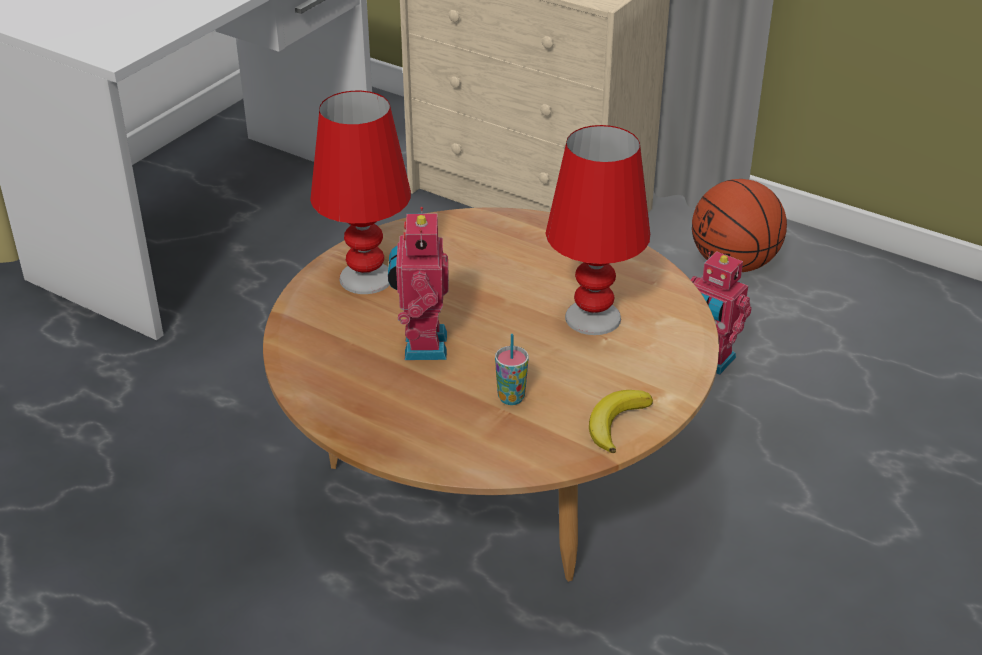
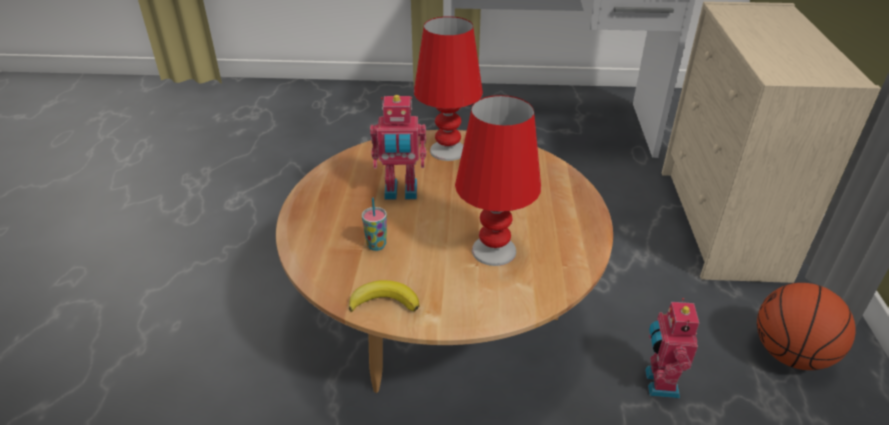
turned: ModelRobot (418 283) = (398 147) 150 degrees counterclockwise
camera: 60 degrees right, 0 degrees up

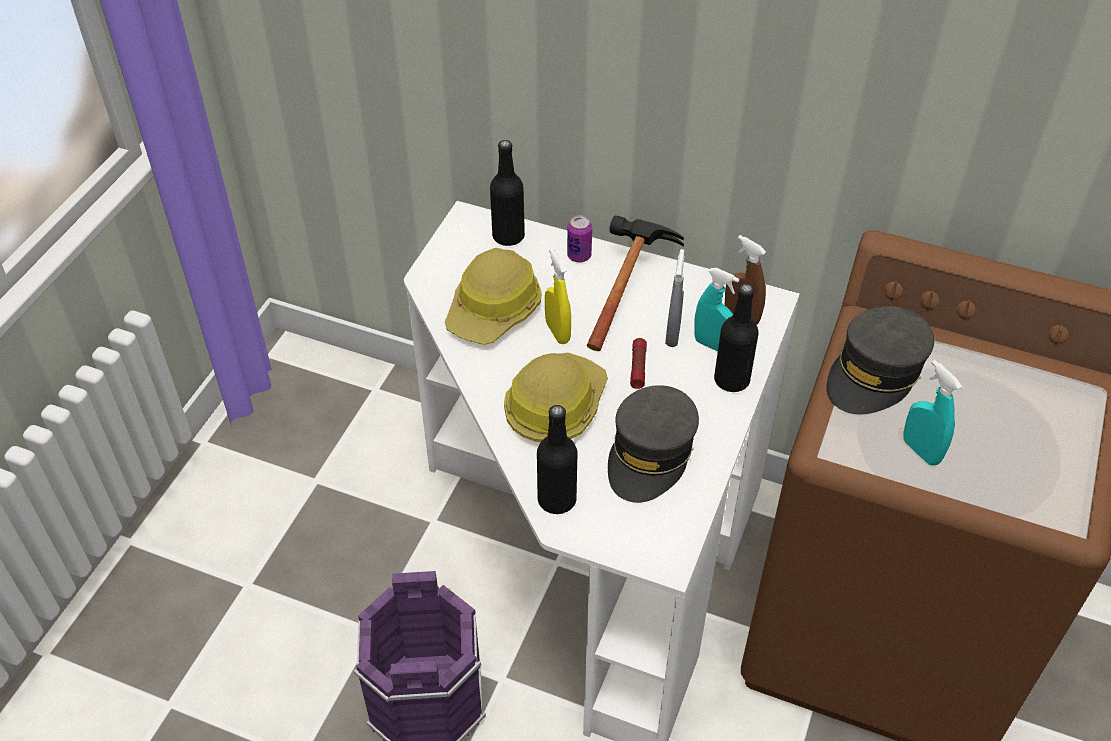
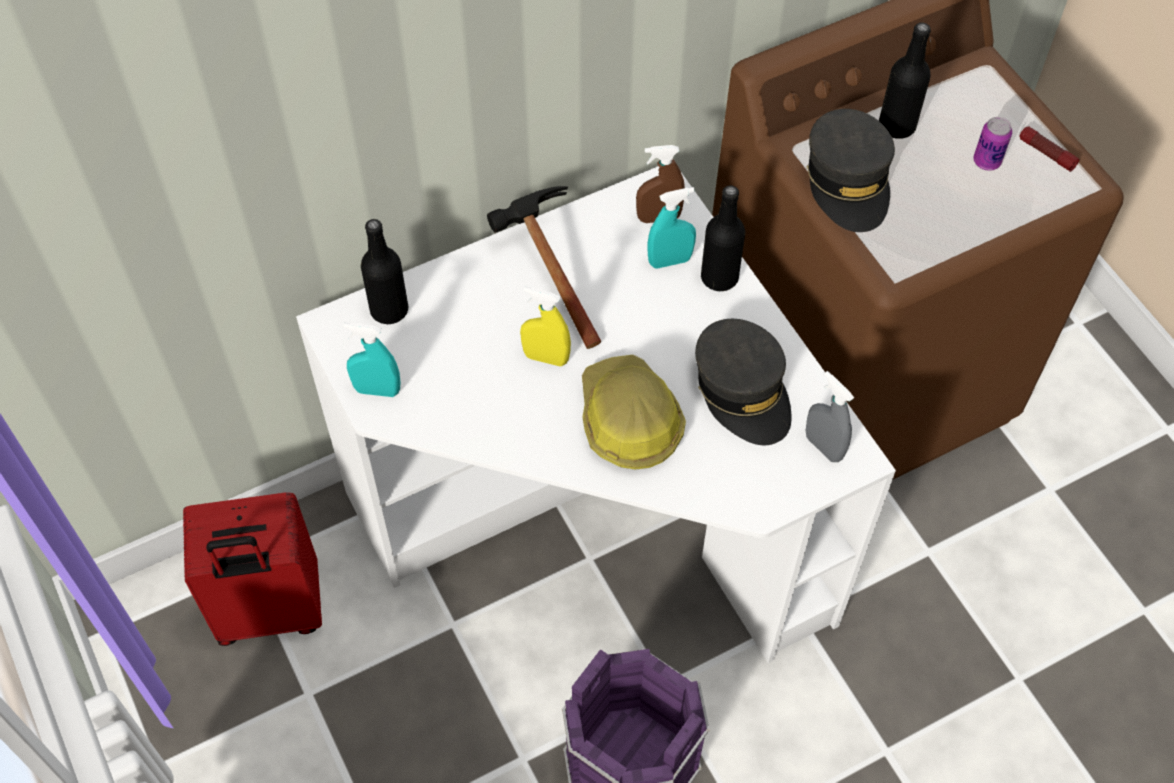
removed: HardHat (493 296)
added: RedSuitcase (252 569)
moved: BlackishDrinkBottle (557 459) to (905 81); SealedCan (579 239) to (992 144); Torch (638 363) to (1049 149); GreySprayBottle (675 298) to (830 416); TurquoiseSprayBottle (932 413) to (372 360)
camera: 50 degrees left, 10 degrees up

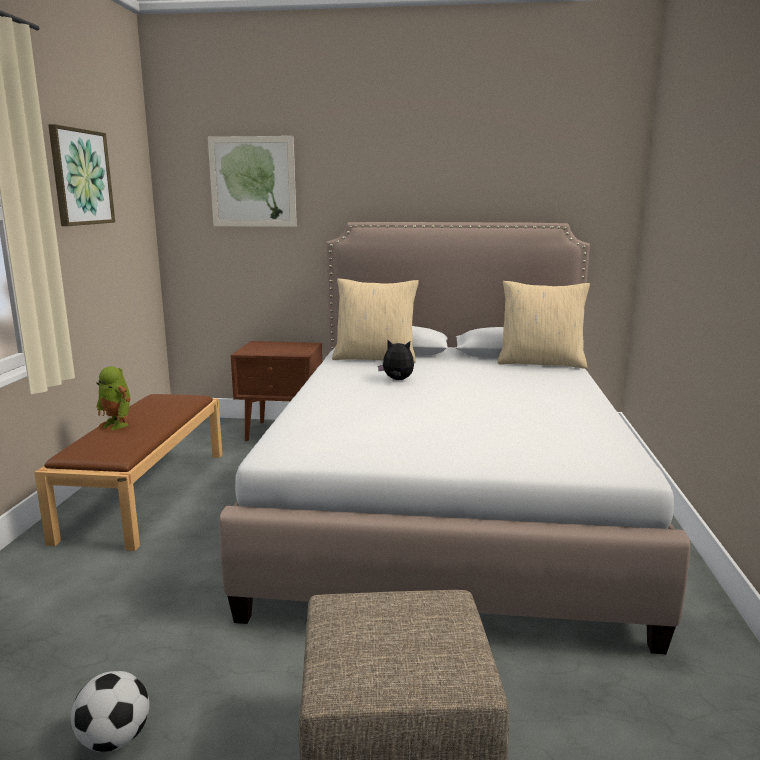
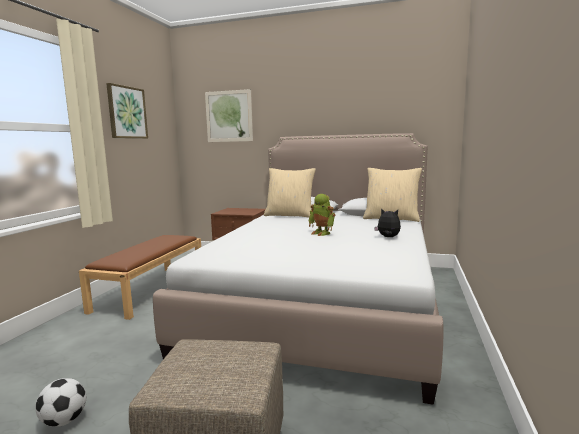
moved: ModelRobot (113 399) to (321 215); PlushToy (396 360) to (387 222)
camera: 10 degrees right, 5 degrees down

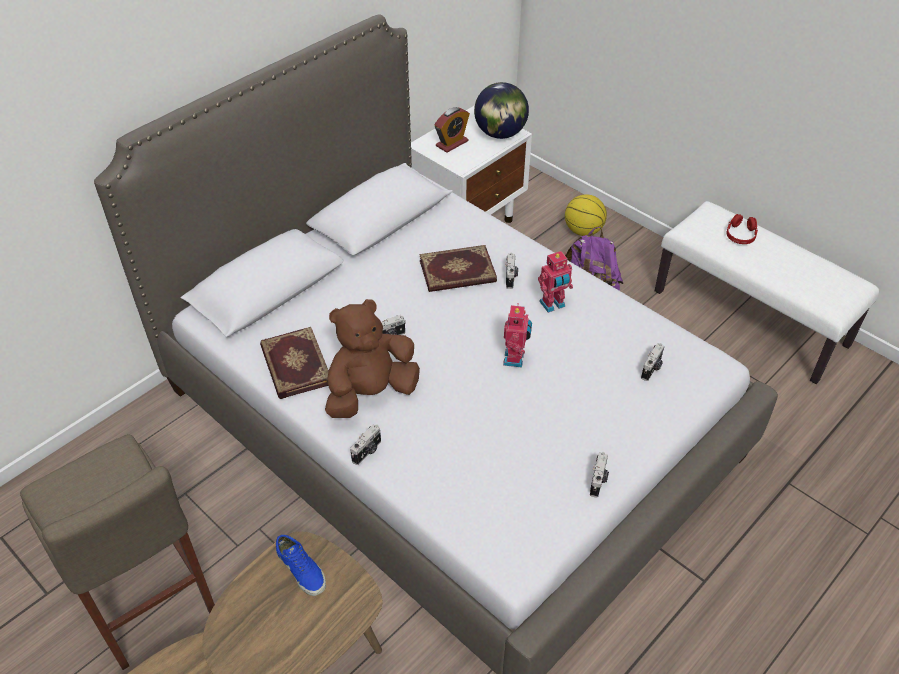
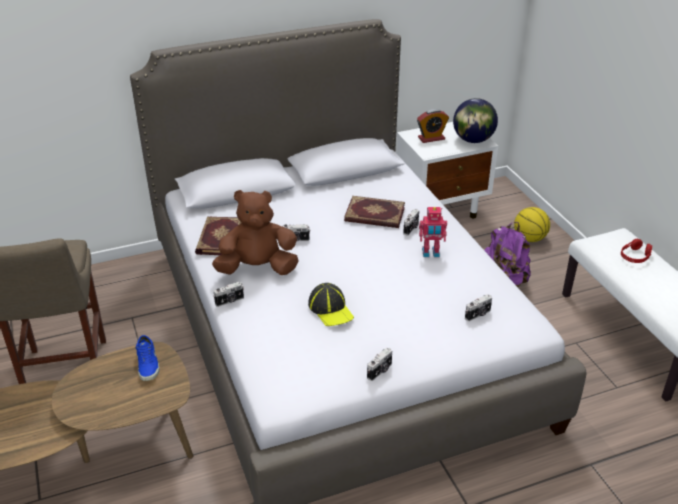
removed: ModelRobot (517 335)
added: Cap (331 304)
camera: 25 degrees right, 10 degrees down

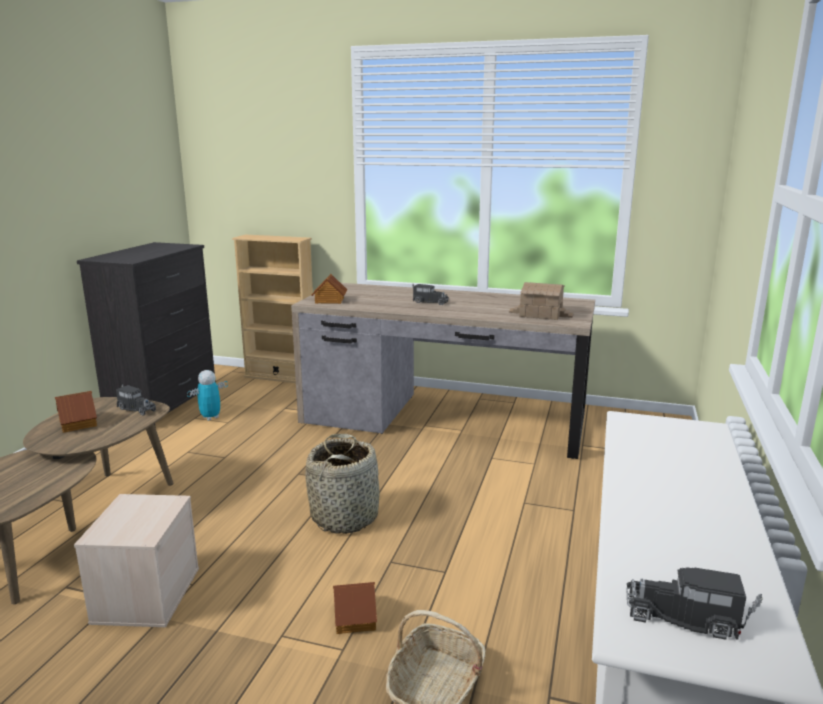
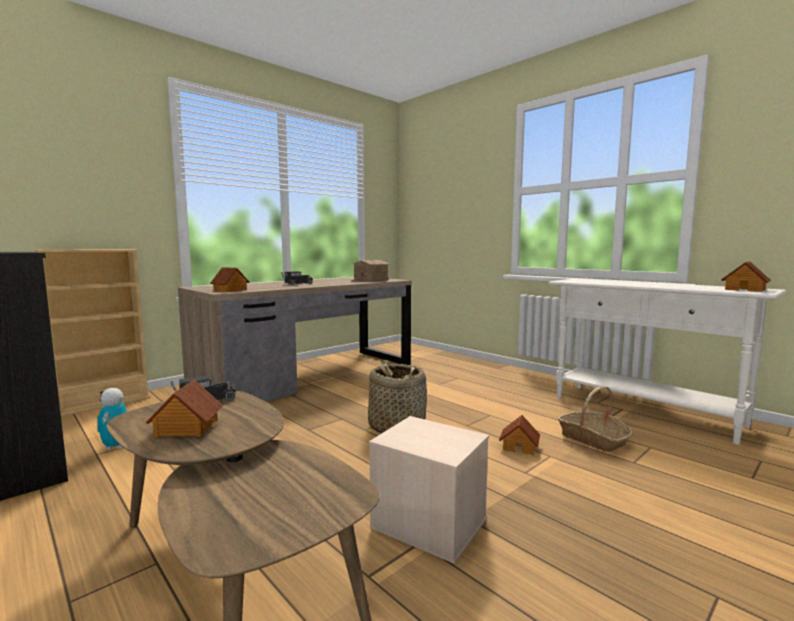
replaced: ToyLorry (694 603) to MiniatureHouse (746 277)
camera: 60 degrees left, 10 degrees down

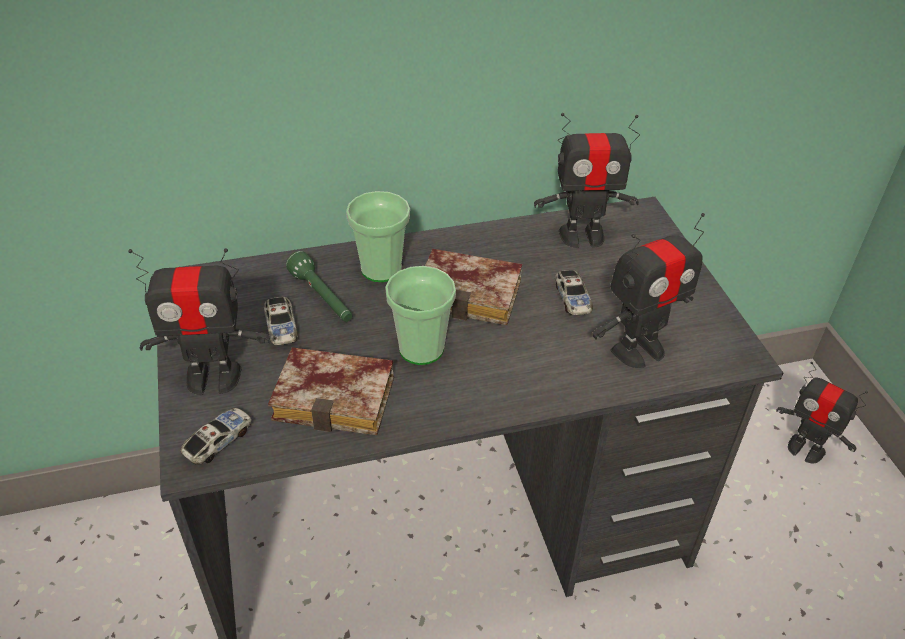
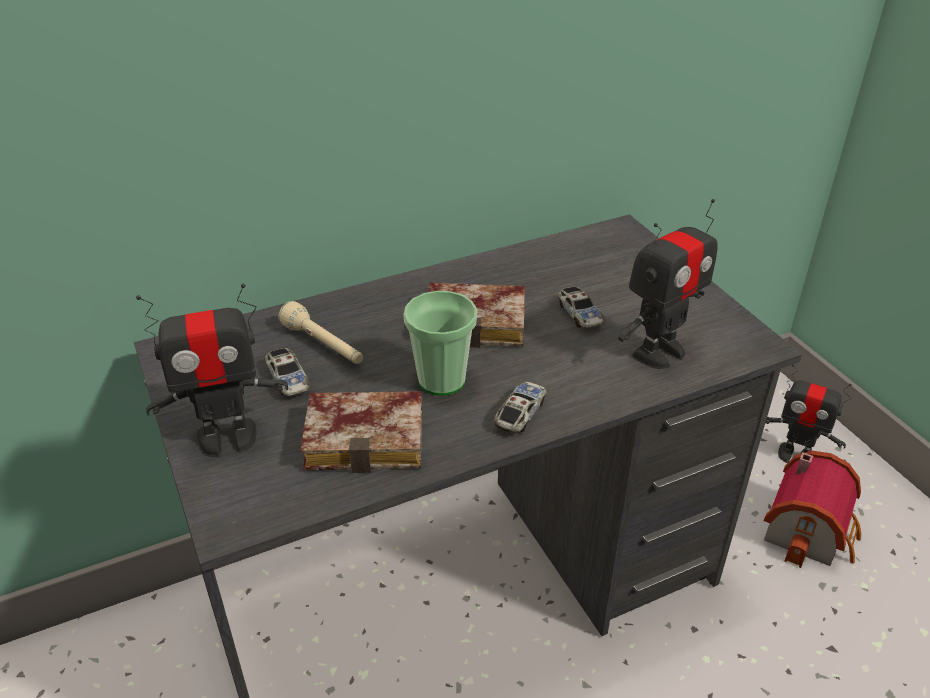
removed: DrinkingCup (378 236); ModelRobot (587 180)
added: MiniatureHouse (812 509)
moved: ModelCar (216 436) to (520 407)
recoloured: GreenishTorch (319 286) to BeigeColouredTorch (320 332)
camera: 10 degrees left, 5 degrees down

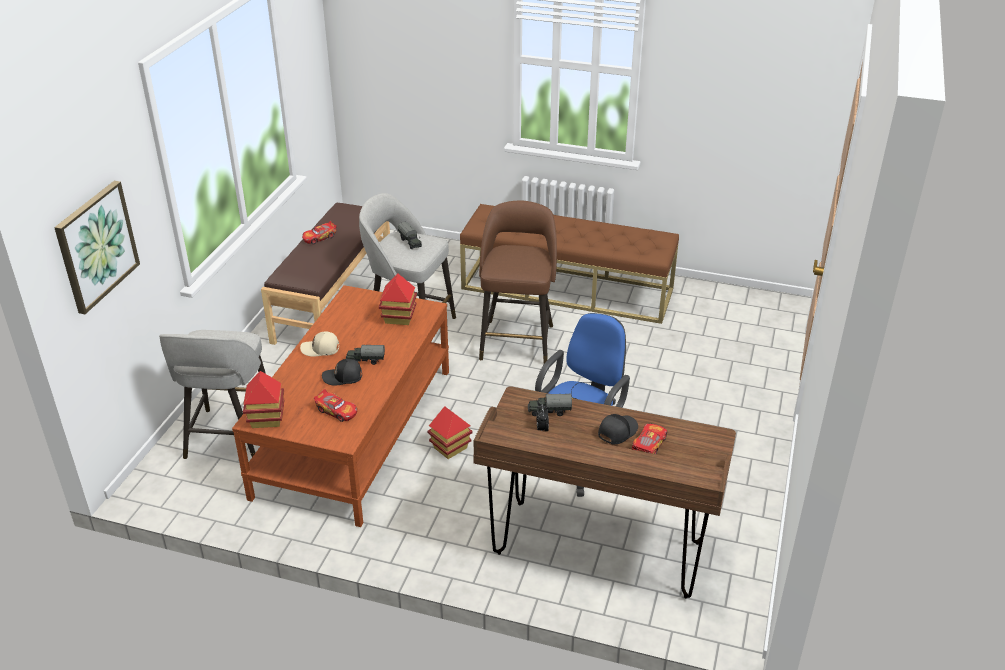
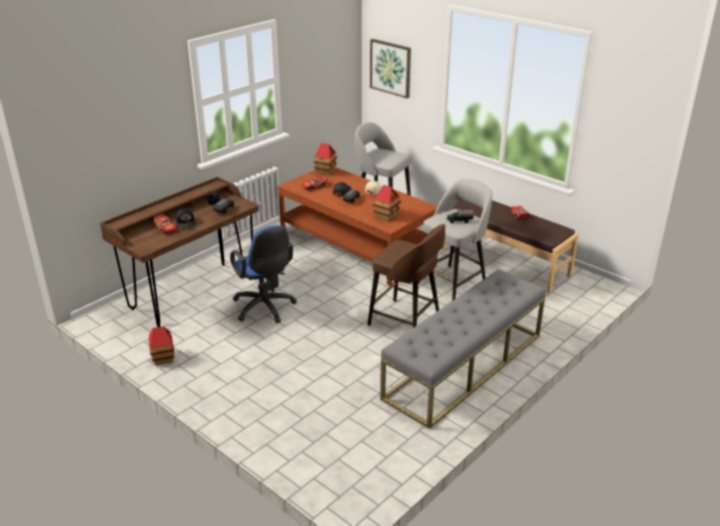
moved: MiniatureHouse (450 432) to (161 345)
recoloured: BrownLongSeat (569 264) to GreyLongSeat (463 349)
camera: 115 degrees right, 5 degrees down

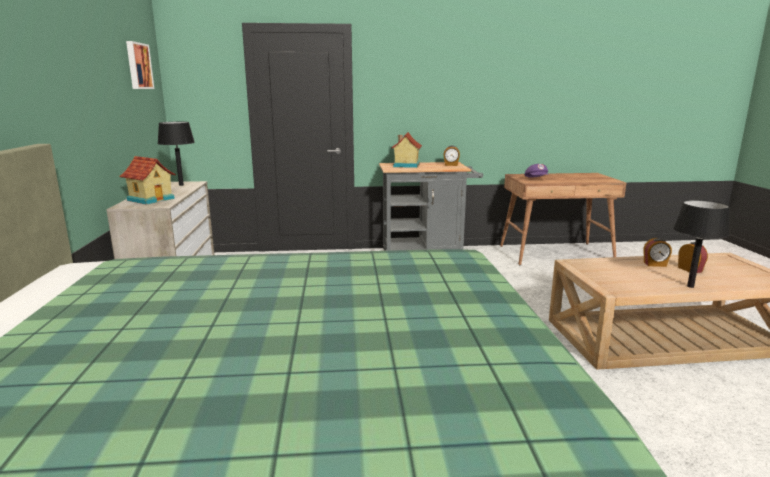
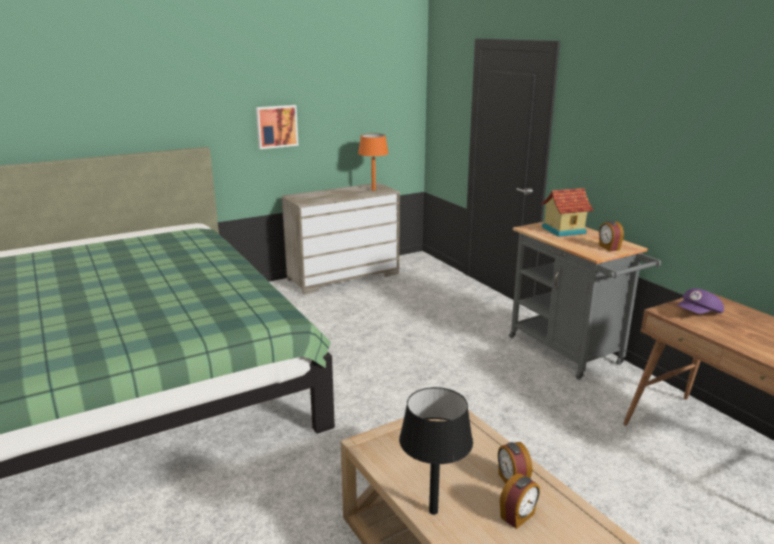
removed: MiniatureHouse (147 180)
moved: WallPicture (140 65) to (277 127)
recoloured: BlackishTableLamp (176 154) to OrangeyTableLamp (373 162)
camera: 65 degrees right, 5 degrees up

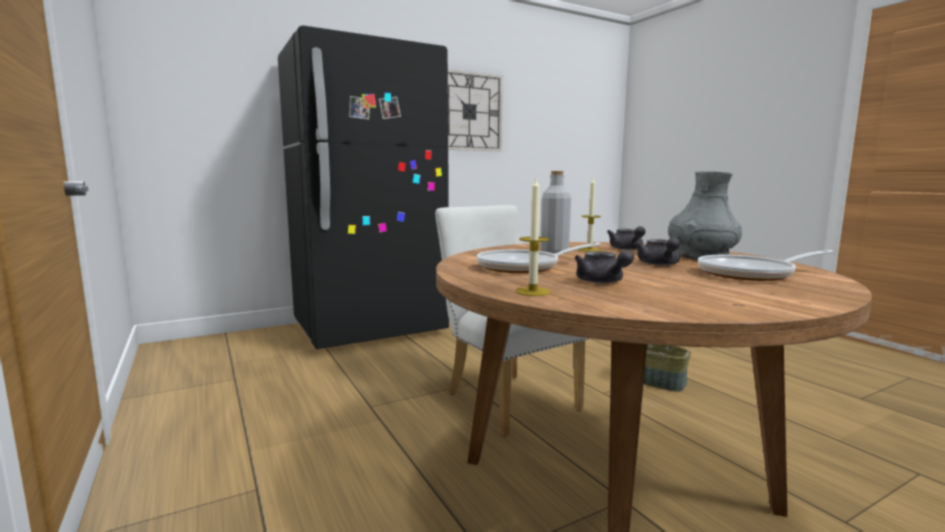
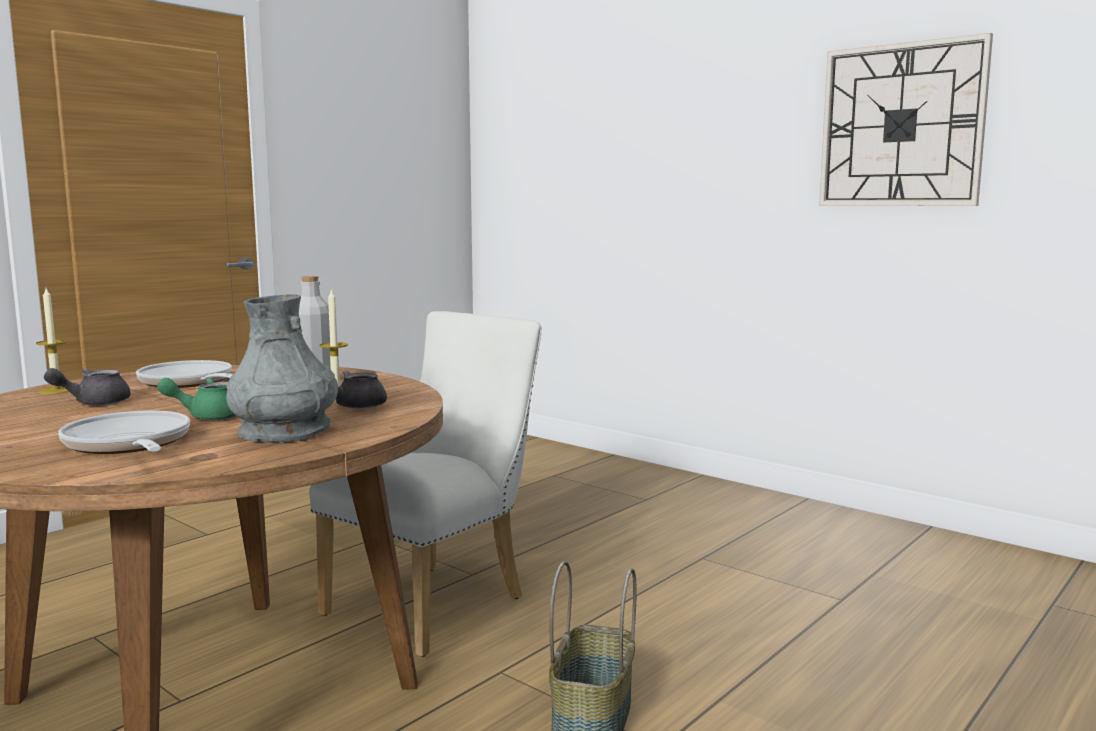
removed: BlackishFridge (363 187)
recoloured: GreyPotForTea (657 251) to GreenishPotForTea (196 399)
camera: 70 degrees right, 0 degrees up

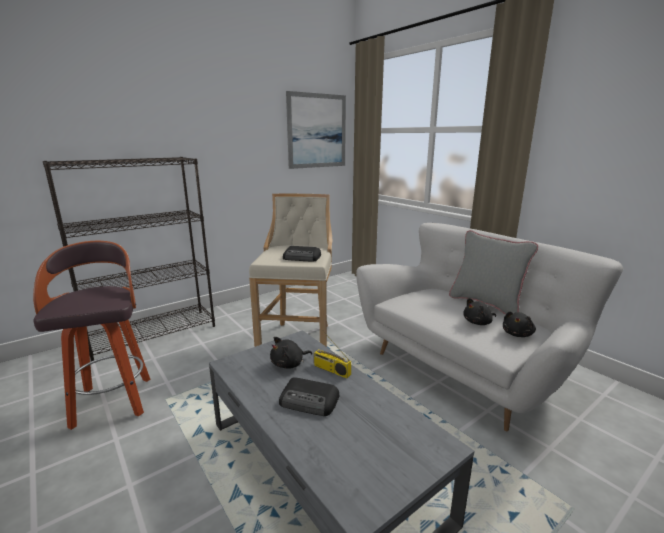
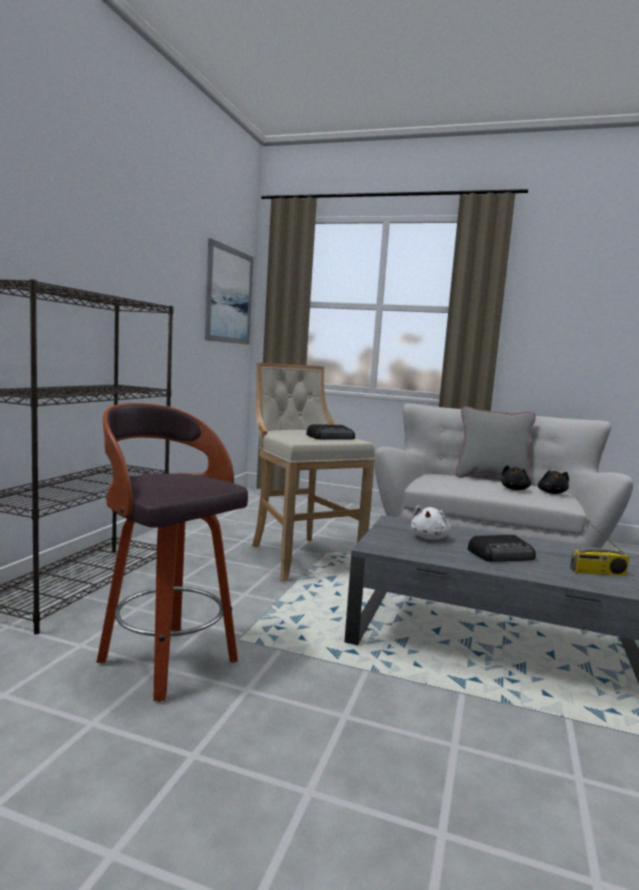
moved: Radio (332 354) to (599 548)
recoloured: BlackishPlushToy (291 352) to WhitishPlushToy (431 522)
camera: 35 degrees left, 10 degrees down

